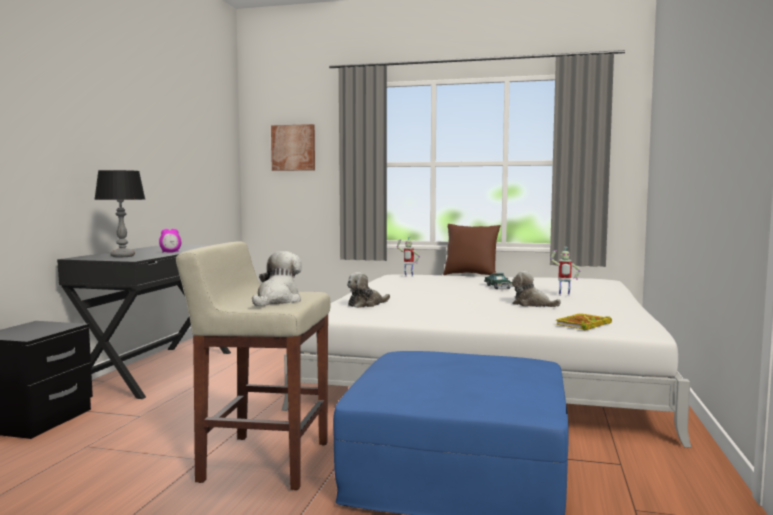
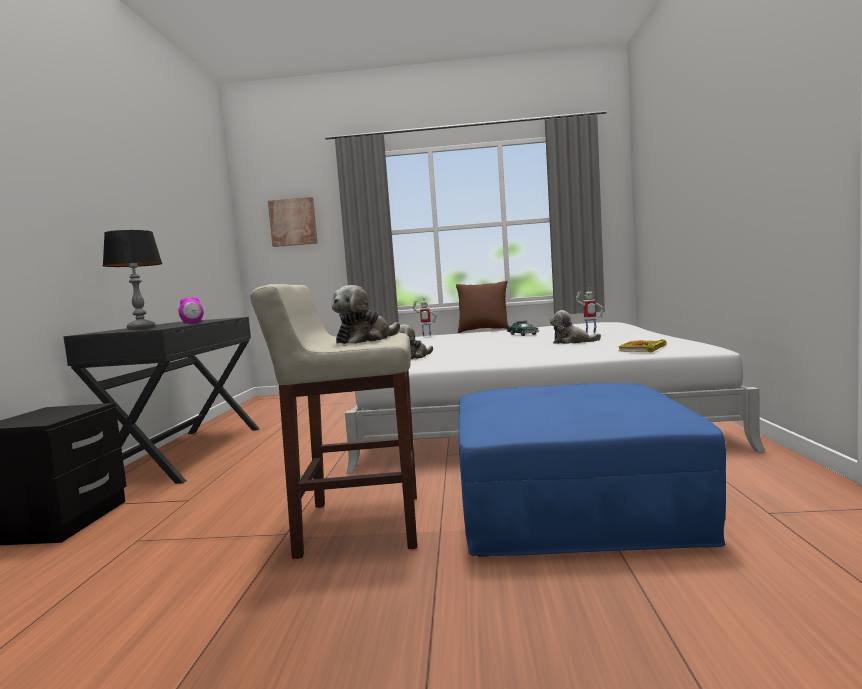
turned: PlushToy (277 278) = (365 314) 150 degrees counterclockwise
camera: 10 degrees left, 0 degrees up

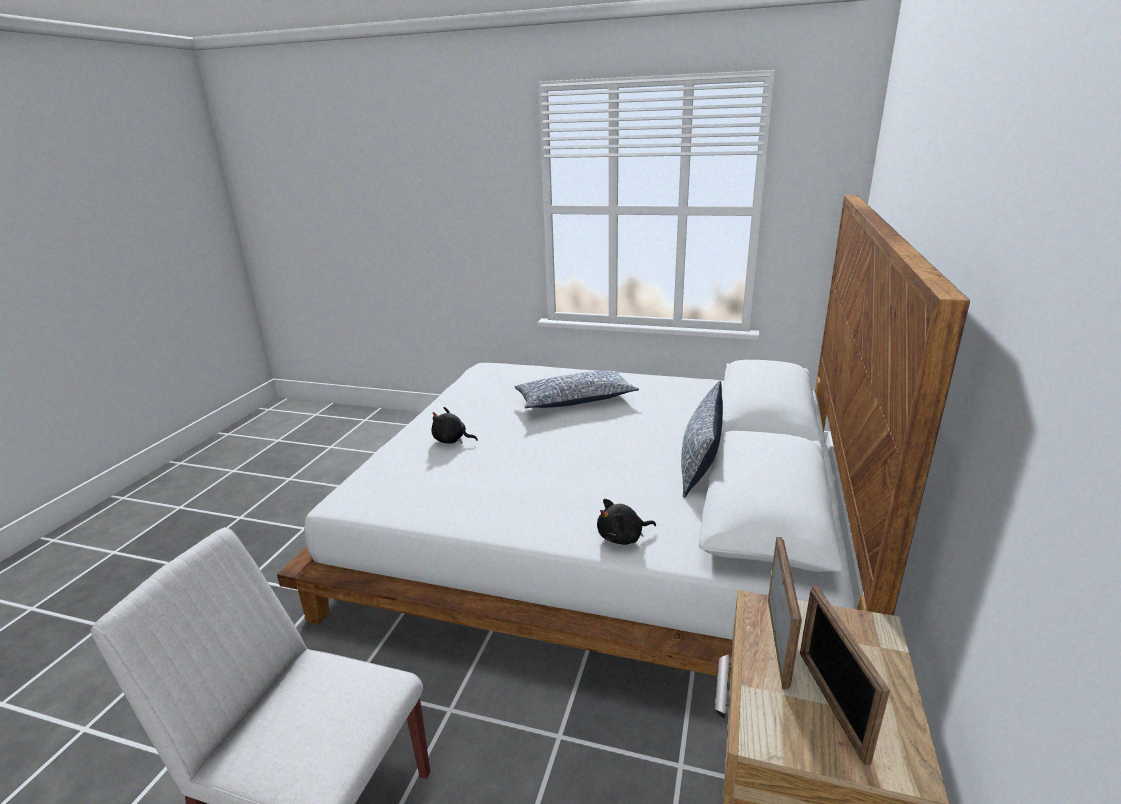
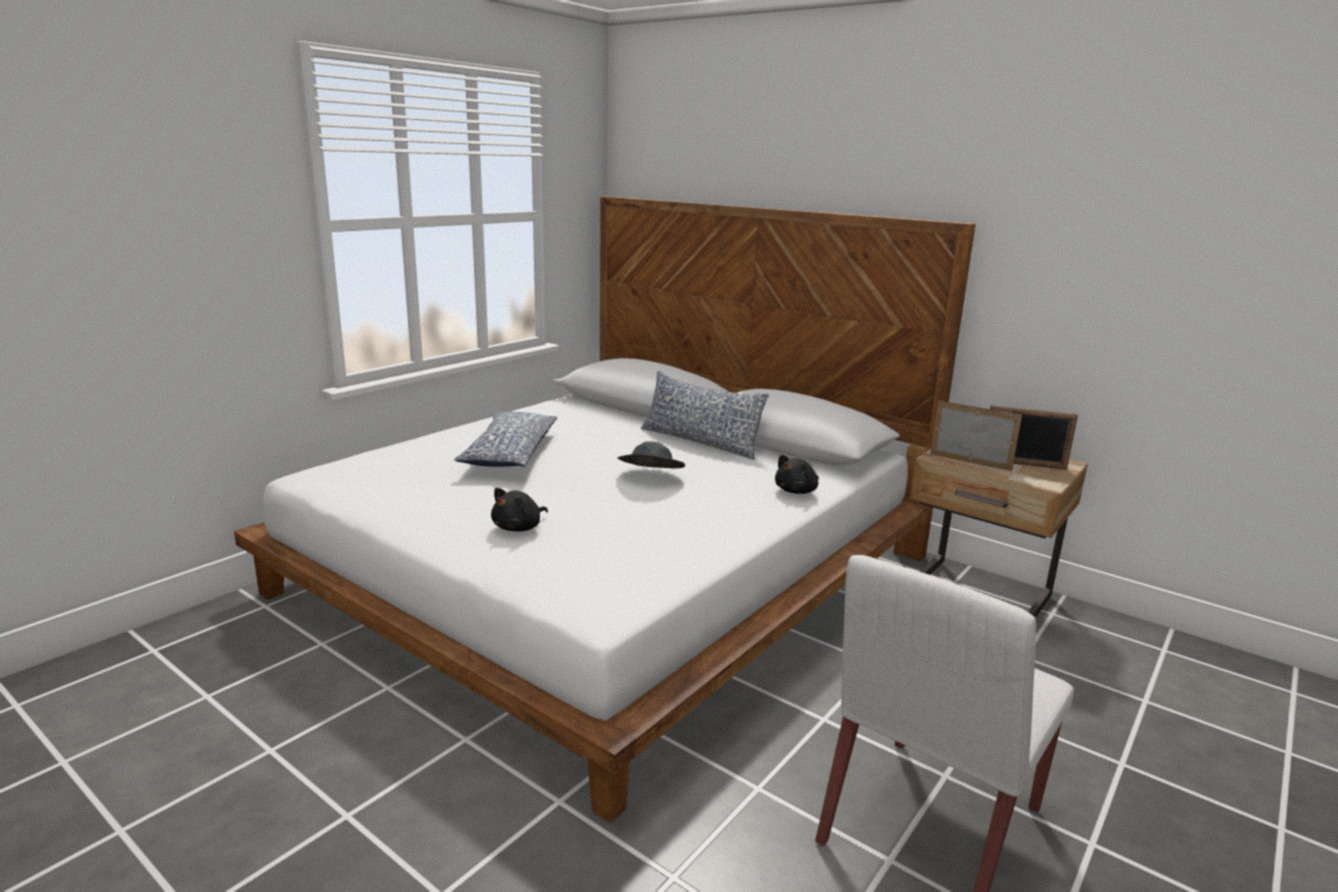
added: GreyWearableHat (651 454)
turned: BlackishPlushToy (626 522) = (797 474) 45 degrees clockwise
camera: 70 degrees left, 5 degrees down

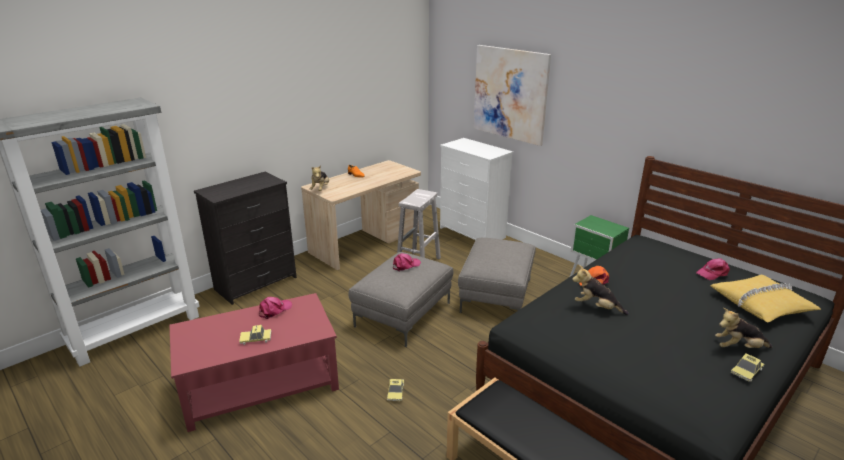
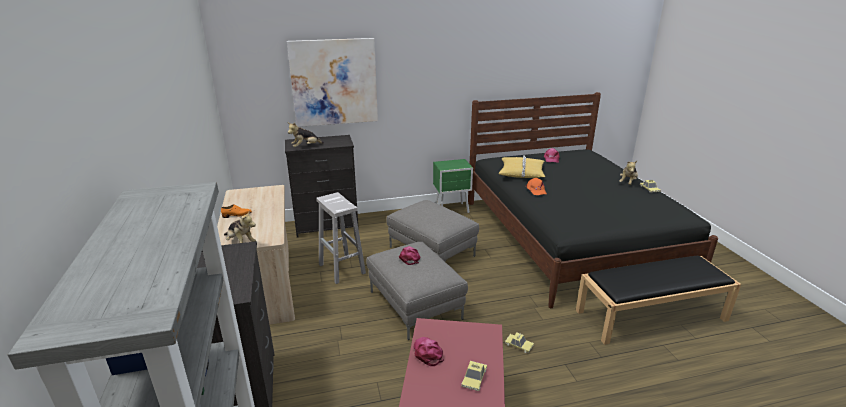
moved: PlushToy (600 290) to (305 134); YellowPillow (765 299) to (522 166)
recoloured: WhitishDrawerChest (476 189) to BlackishDrawerChest (322 186)
camera: 60 degrees left, 0 degrees up

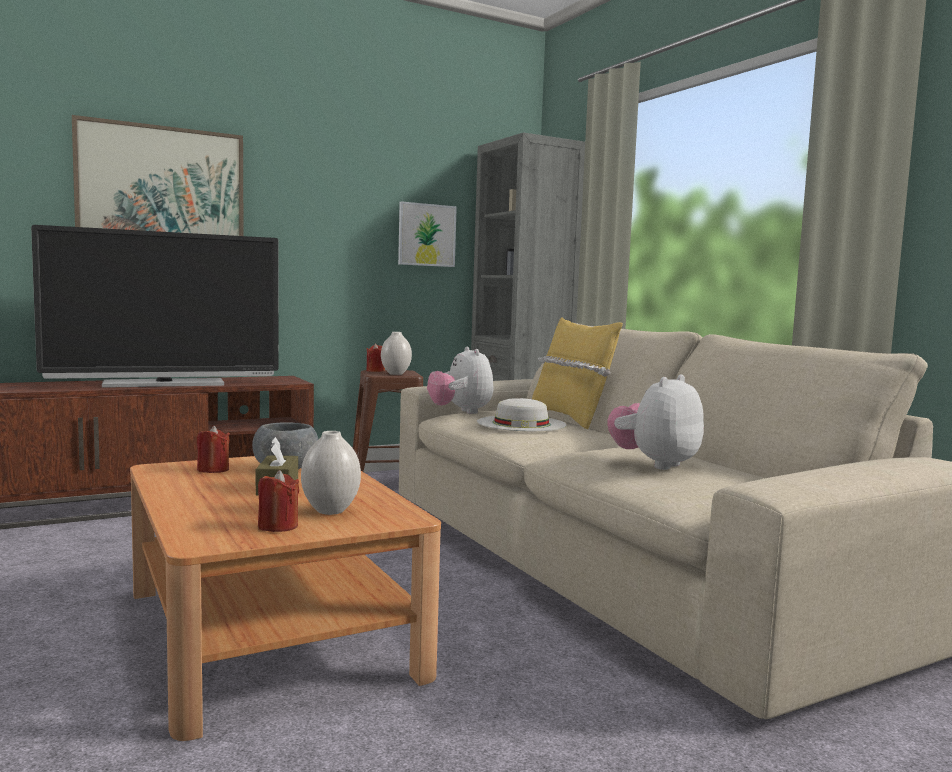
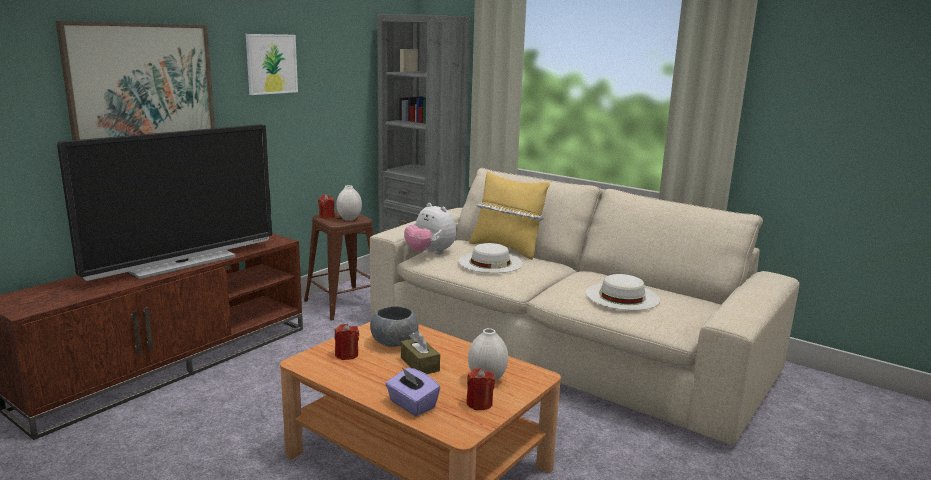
added: PurpleColouredBoxOfTissues (412 391)
moved: WallPicture (427 234) to (272 64)
replaced: PlushToy (655 422) to WhitishWearableHat (622 292)
camera: 25 degrees left, 10 degrees up

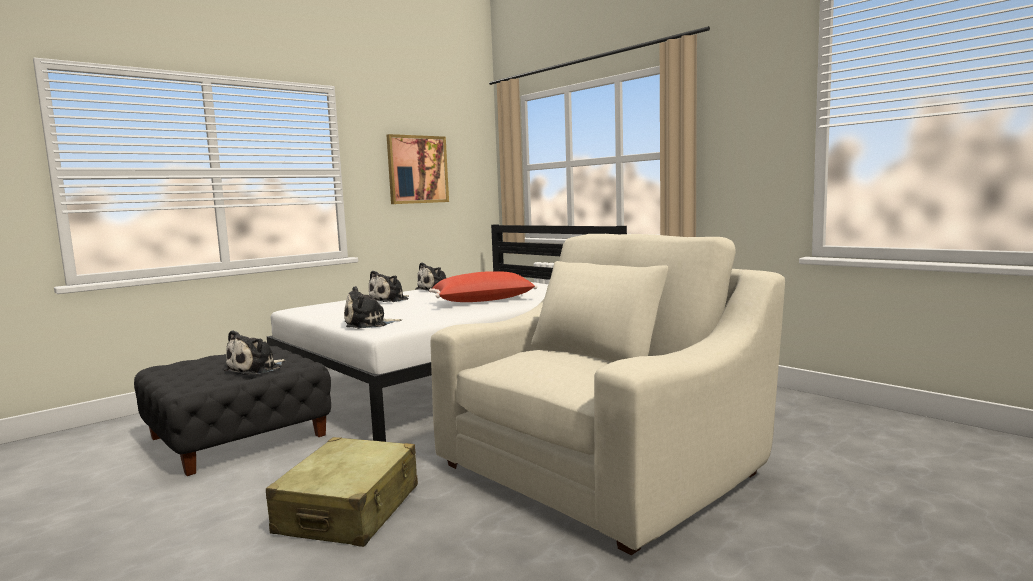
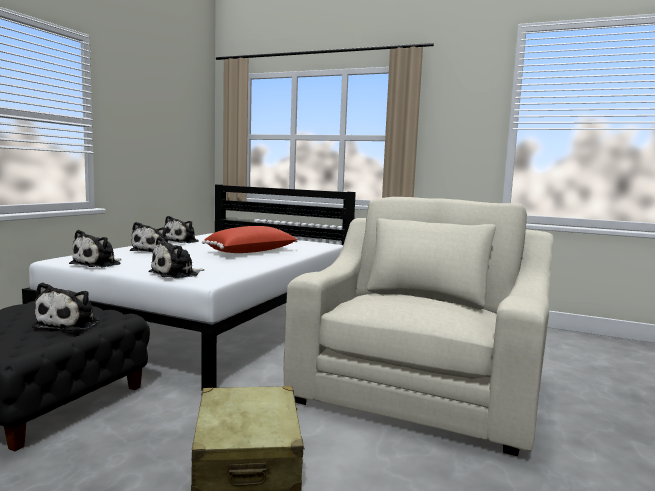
removed: WallPicture (418 169)
added: PlushToy (95 249)
camera: 25 degrees left, 0 degrees up

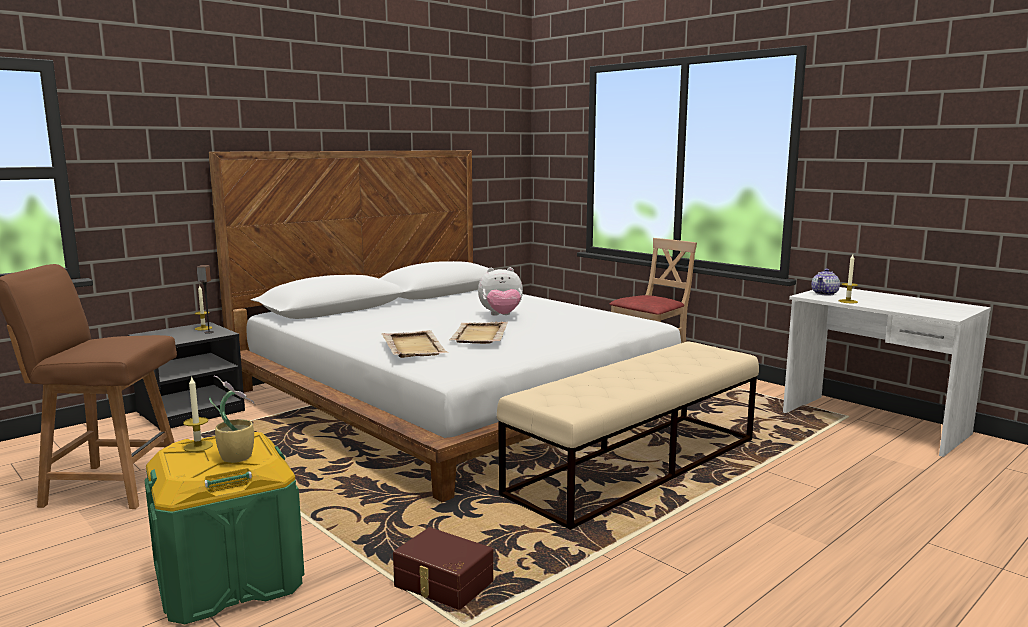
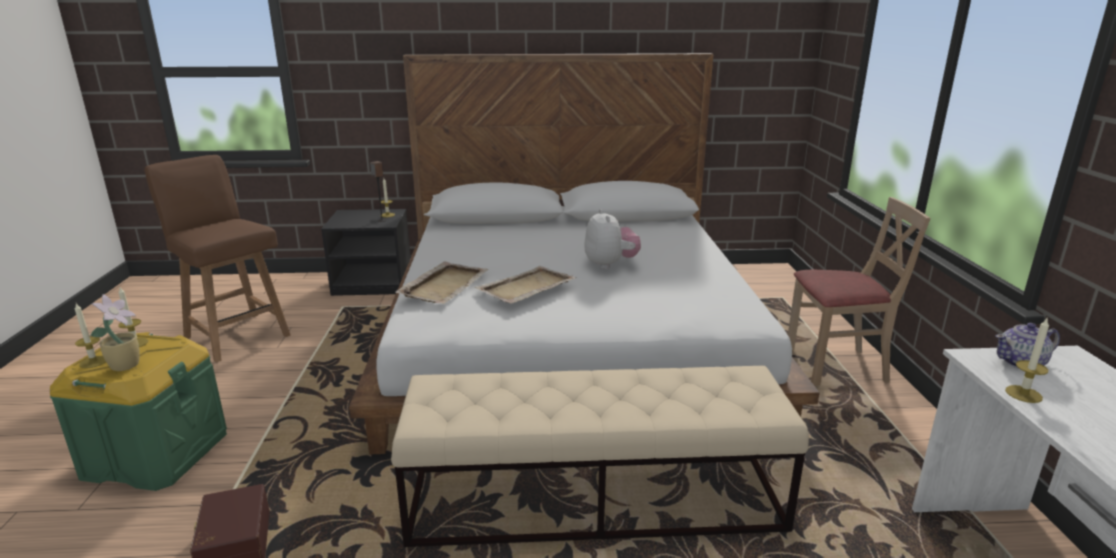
added: WaxLight (90 335)
turned: PlushToy (500 291) = (612 239) 135 degrees counterclockwise
camera: 40 degrees right, 10 degrees up

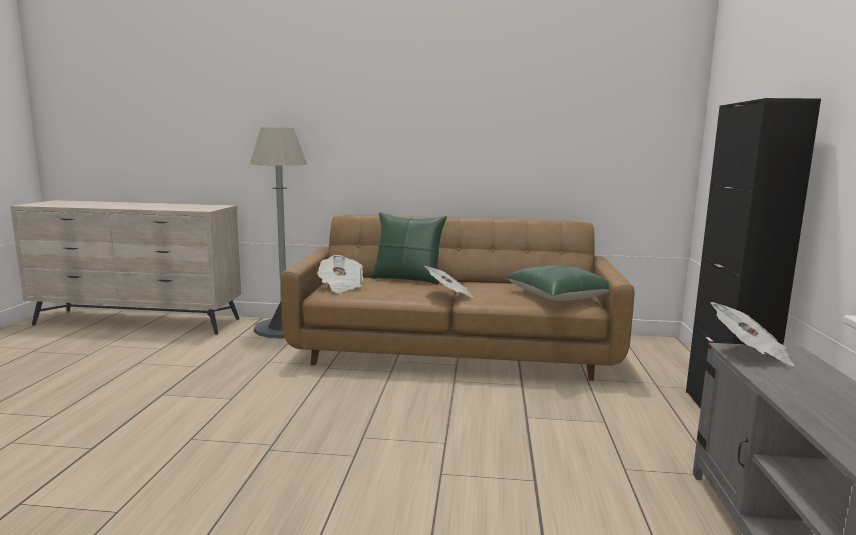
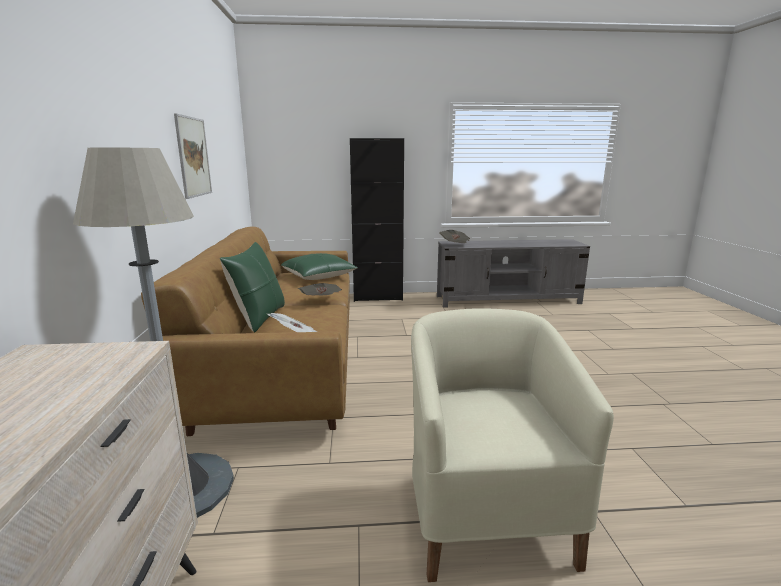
added: WallPicture (193 156); BeigeColouredEasyChair (512 445)
camera: 100 degrees left, 5 degrees up

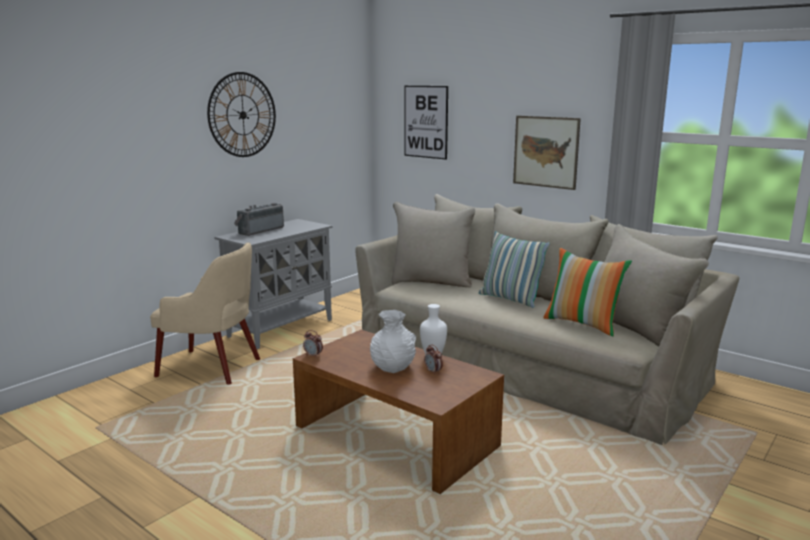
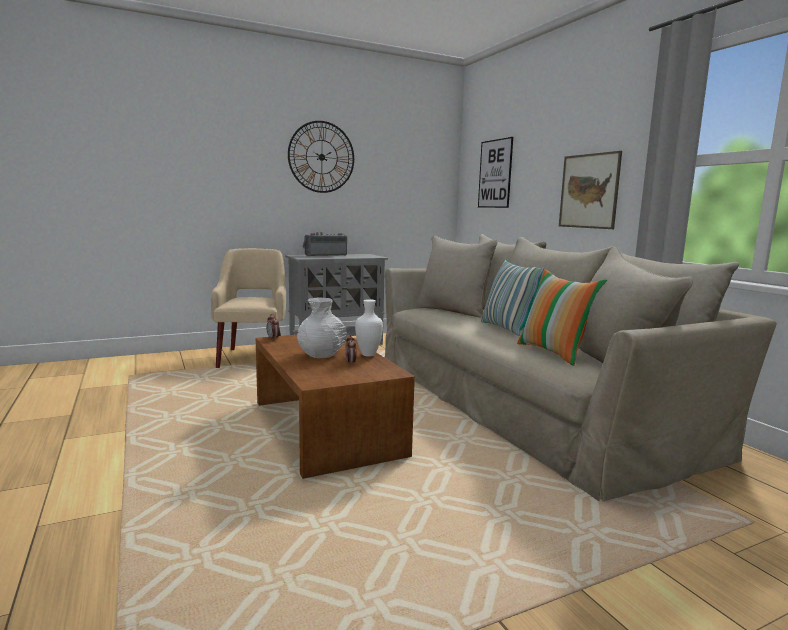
turned: BeigeColouredEasyChair (205 313) = (248 308) 135 degrees counterclockwise
camera: 25 degrees right, 5 degrees down

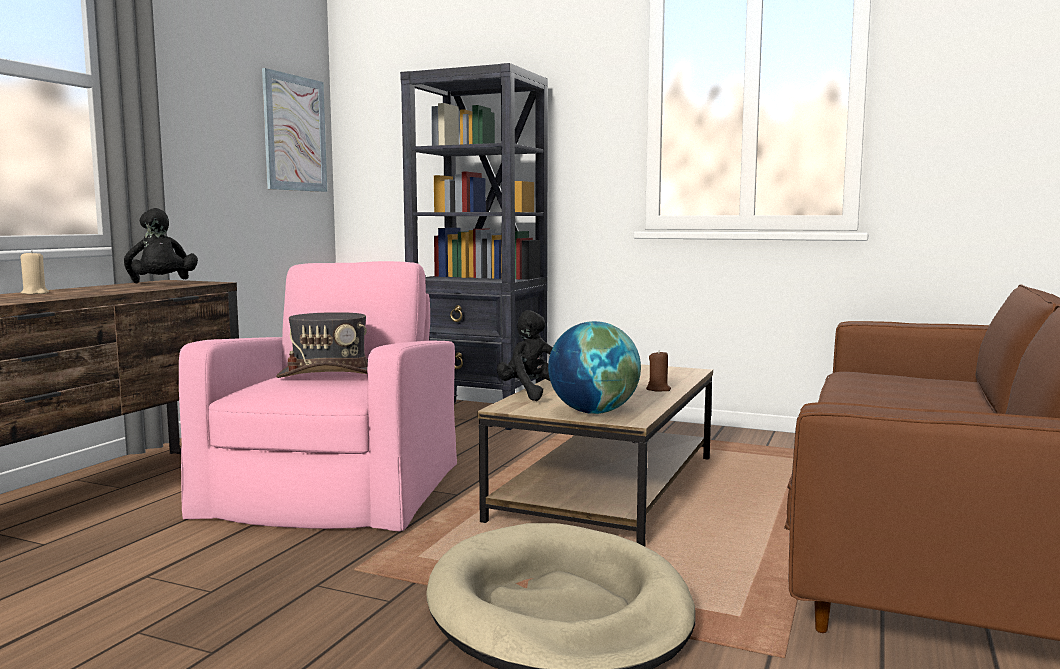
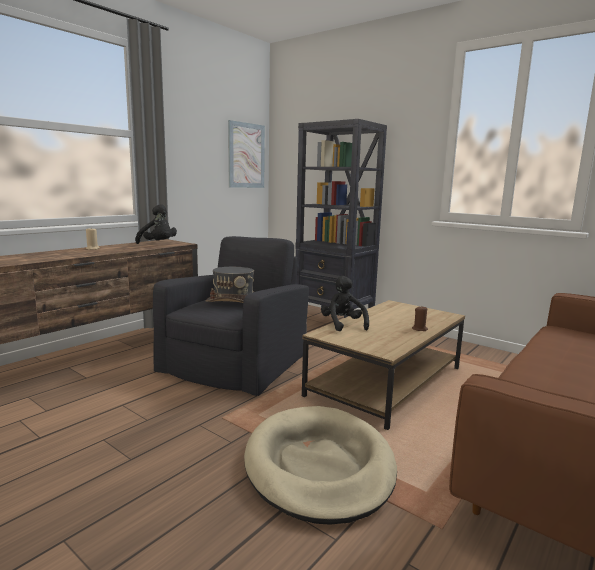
removed: DeskGlobe (594 367)
recoloured: PinkEasyChair (318 396) to BlackishEasyChair (231 316)
turned: BlackishPlushToy (161 245) = (156 224) 45 degrees counterclockwise
camera: 15 degrees right, 5 degrees up

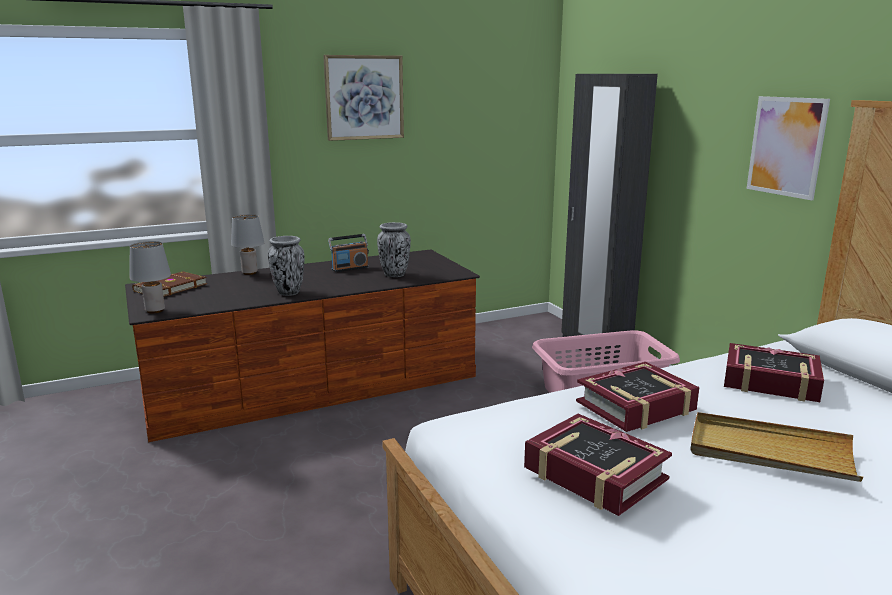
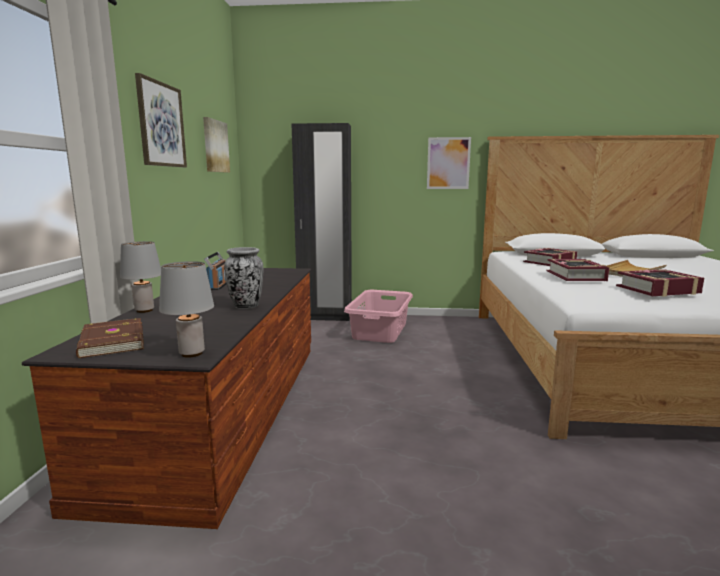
removed: Vase (394 249)
added: WallPicture (216 145)
camera: 60 degrees left, 5 degrees down

